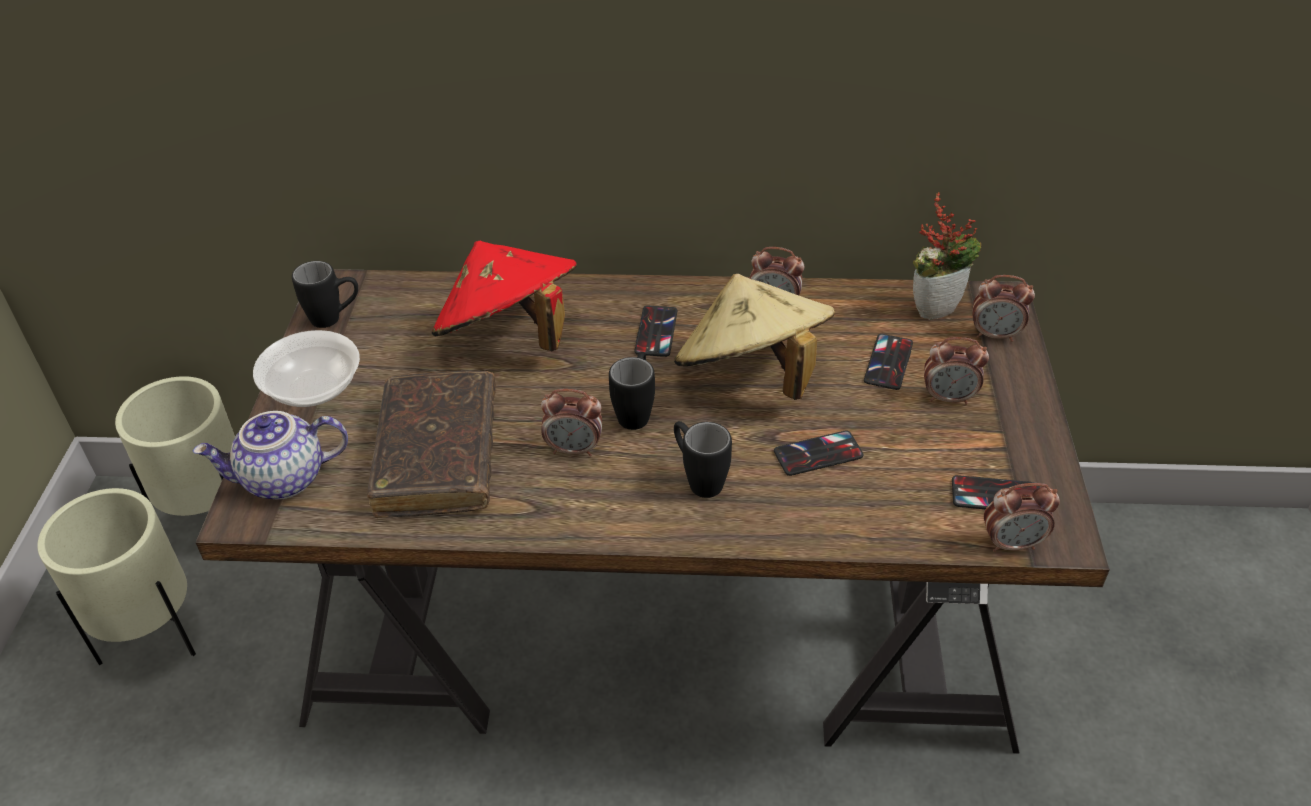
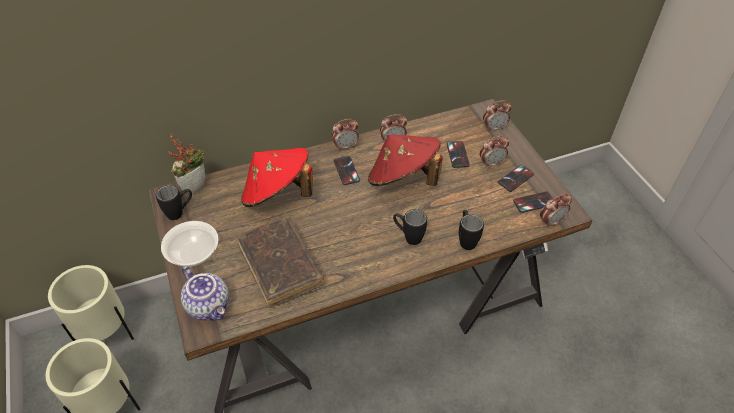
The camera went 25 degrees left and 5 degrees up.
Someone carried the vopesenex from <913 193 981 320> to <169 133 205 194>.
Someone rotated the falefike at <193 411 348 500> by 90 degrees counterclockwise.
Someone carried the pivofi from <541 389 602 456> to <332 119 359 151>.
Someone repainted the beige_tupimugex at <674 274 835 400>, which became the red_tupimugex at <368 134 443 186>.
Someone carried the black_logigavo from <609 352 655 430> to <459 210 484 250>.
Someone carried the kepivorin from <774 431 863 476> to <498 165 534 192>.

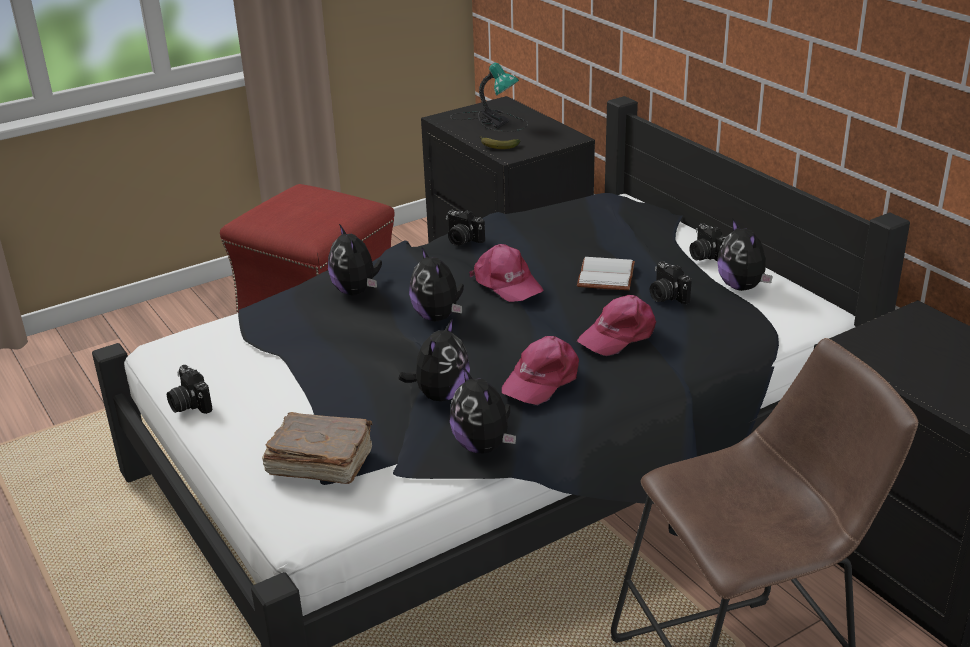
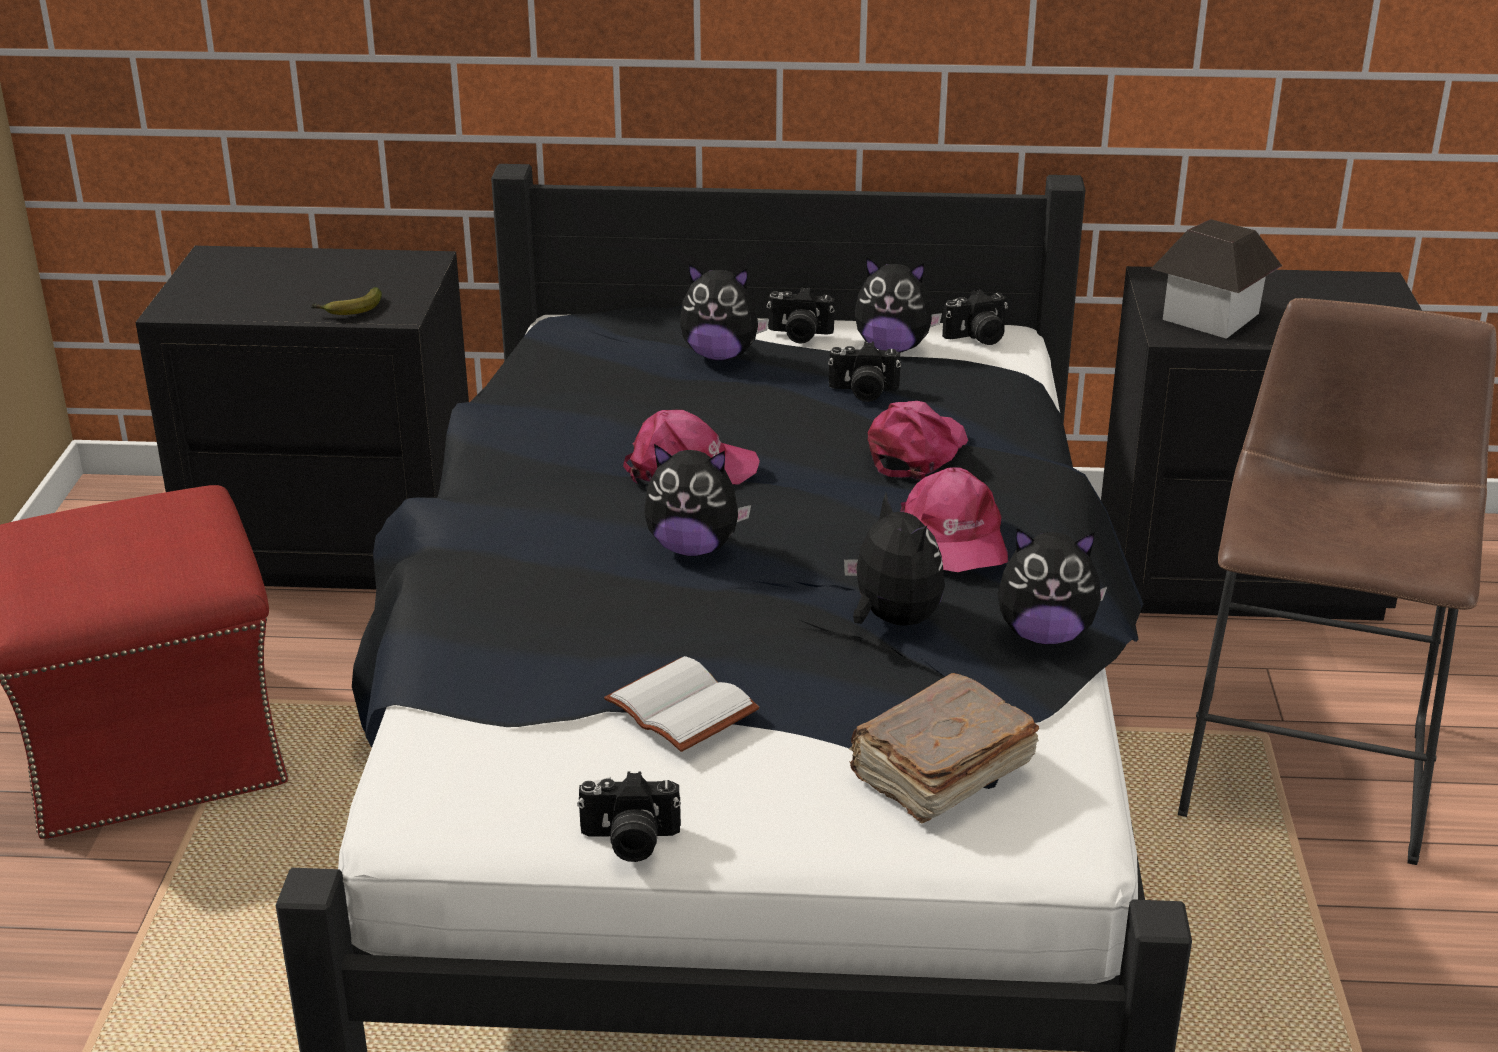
The camera went 55 degrees left and 0 degrees up.
Someone carried the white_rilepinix from <577 257 635 290> to <604 656 759 752>.
Someone carried the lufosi from <328 224 382 296> to <680 264 769 361>.
Someone rotated the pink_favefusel at <577 295 656 356> by 150 degrees counterclockwise.
Someone carried the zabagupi from <446 210 485 246> to <942 289 1008 345>.
Someone put down the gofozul at <1151 219 1282 339>.
Someone took away the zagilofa at <450 63 528 132>.

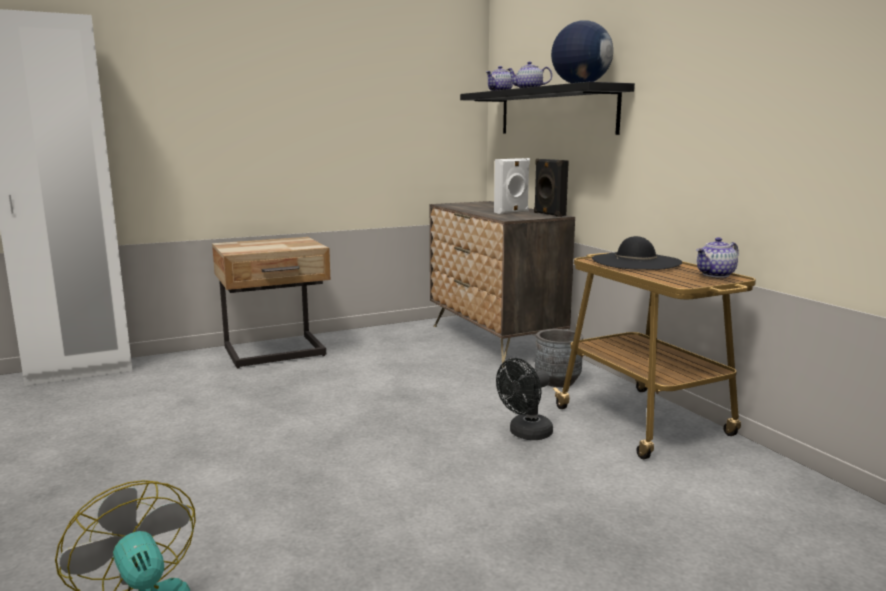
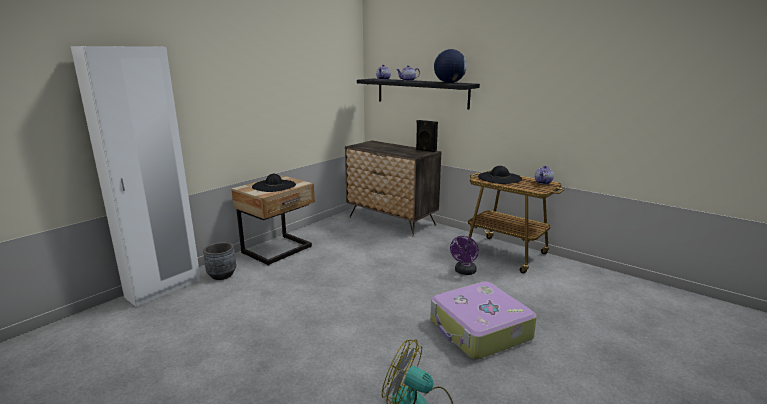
The camera went 25 degrees left and 5 degrees up.
Someone carried the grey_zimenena from <535 329 583 387> to <203 242 236 280>.
Someone put down the black_tupimugex at <252 174 296 192>.
Someone put down the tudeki at <430 281 537 360>.
Someone repainted the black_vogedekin at <496 358 553 440>, which became the purple_vogedekin at <450 236 479 275>.
Someone took away the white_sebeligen at <494 158 530 214>.

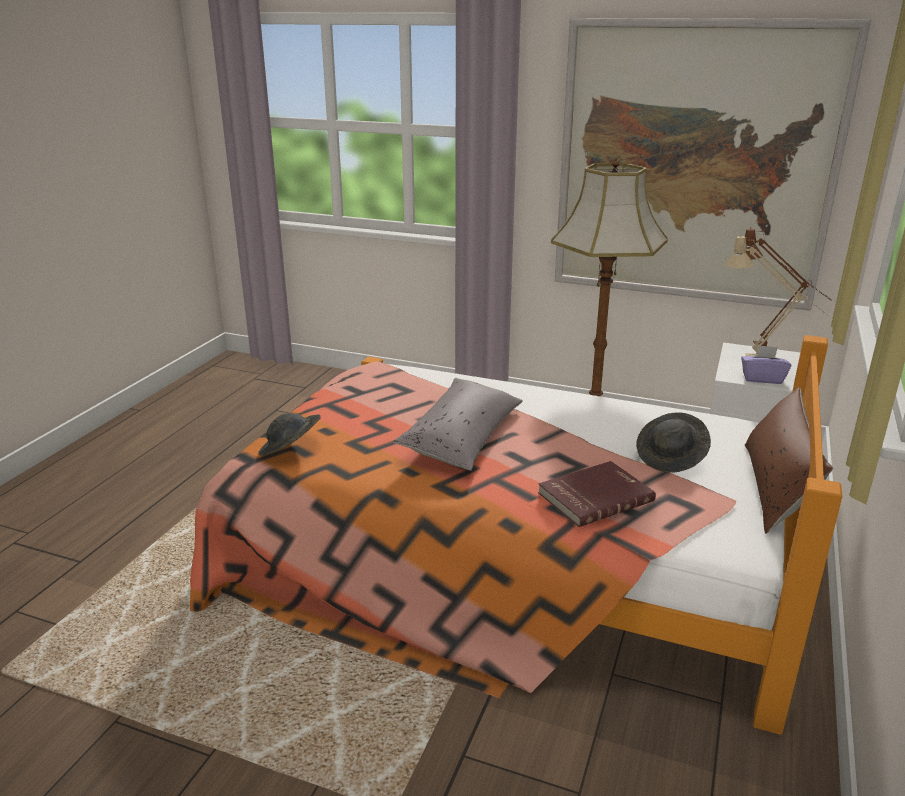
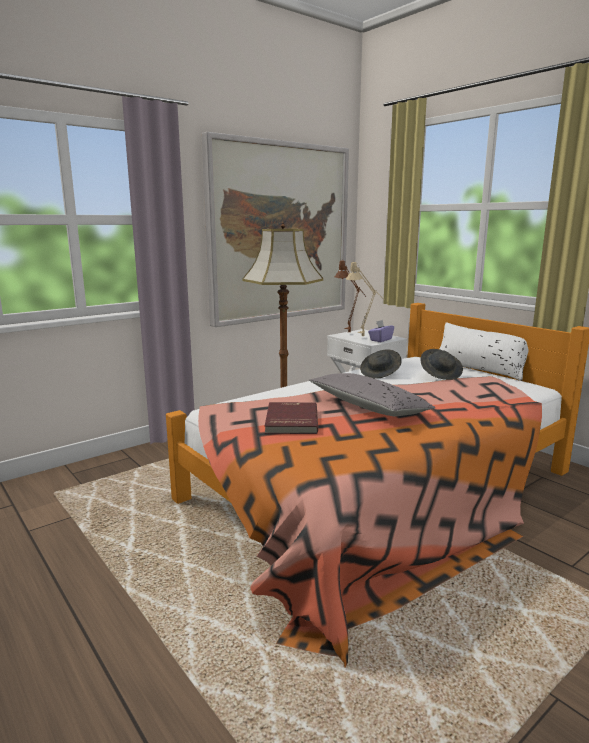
The camera went 60 degrees left and 10 degrees down.
Someone carried the red_rilepinix from <538 461 656 527> to <265 402 318 434>.
Someone carried the grey_tupimugex from <258 413 321 456> to <360 350 402 379>.
Someone repainted the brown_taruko at <745 387 833 534>, which became the white_taruko at <440 322 529 381>.

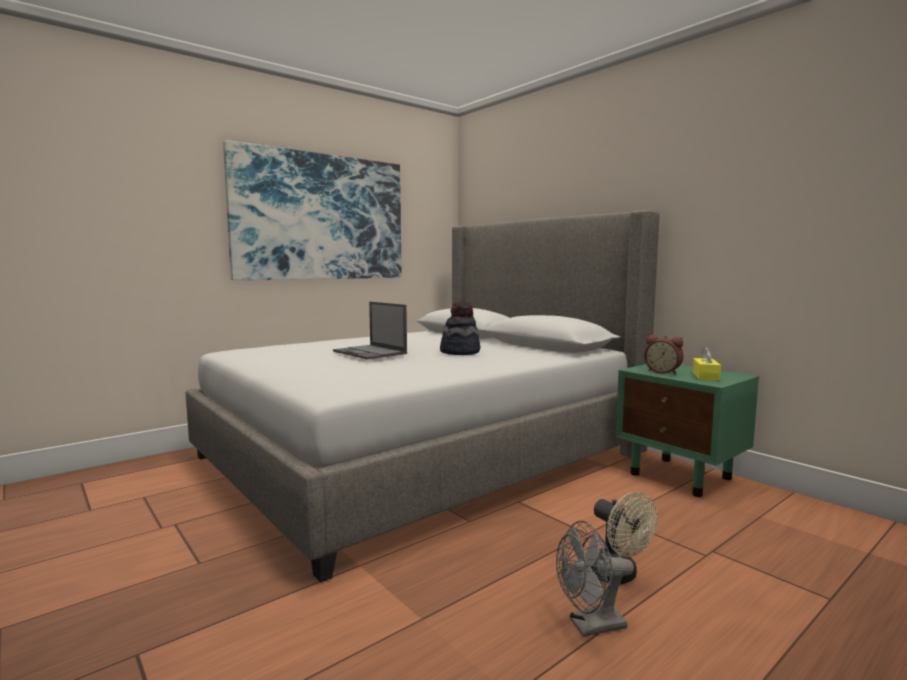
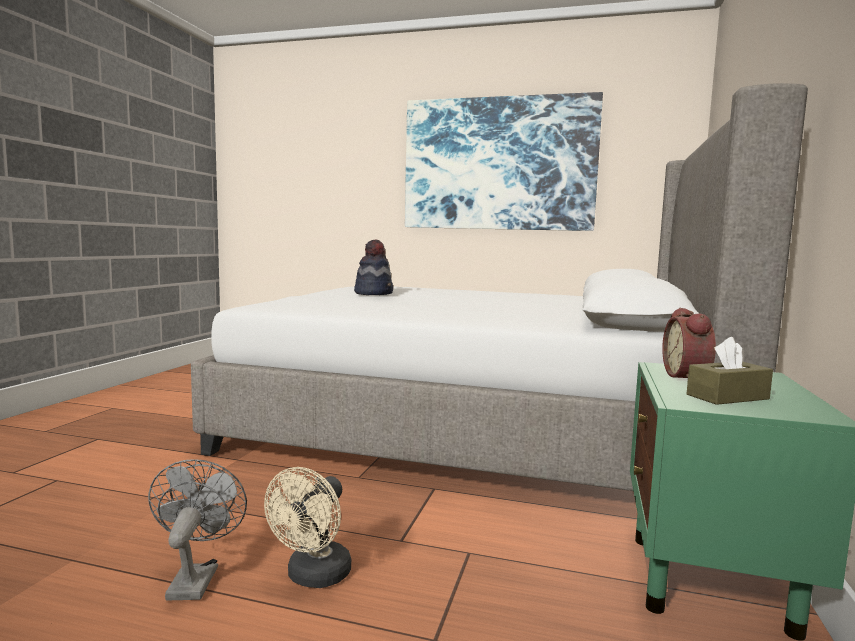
The camera went 55 degrees right and 0 degrees up.
Someone rotated the grey_vogedekin at <556 520 634 637> by 45 degrees clockwise.
Someone carried the tupimugex from <440 300 480 355> to <354 240 393 295>.
Someone repainted the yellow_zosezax at <693 347 721 381>, which became the brown_zosezax at <687 337 773 405>.
Someone took away the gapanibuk at <333 302 407 360>.

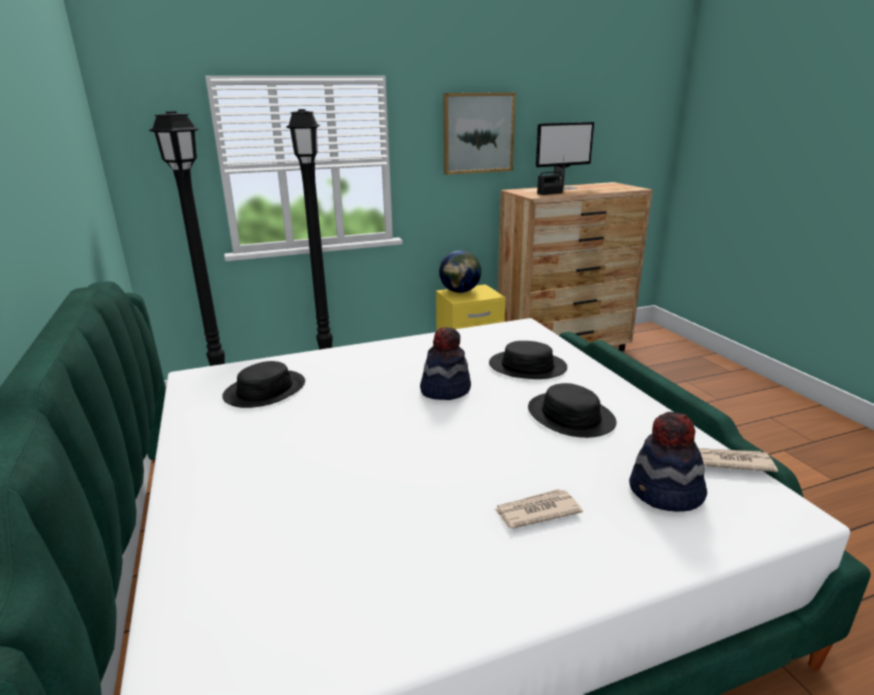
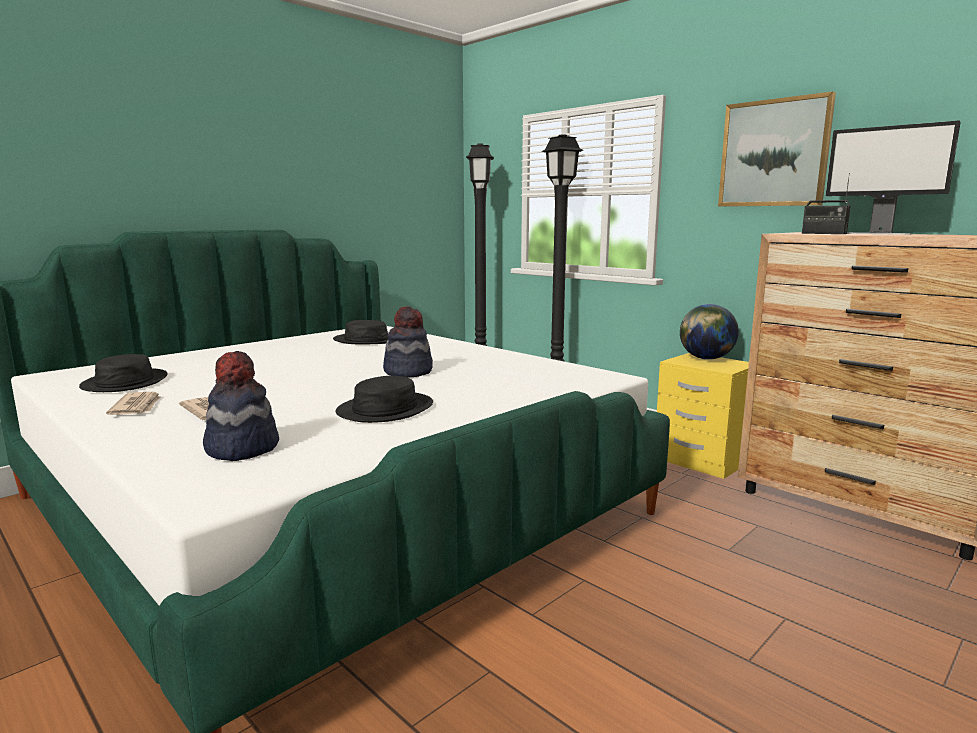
The camera went 65 degrees right and 10 degrees down.
Someone carried the black_tupimugex from <489 341 567 379> to <79 354 168 392>.
Someone carried the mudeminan from <698 448 778 472> to <106 392 160 415>.

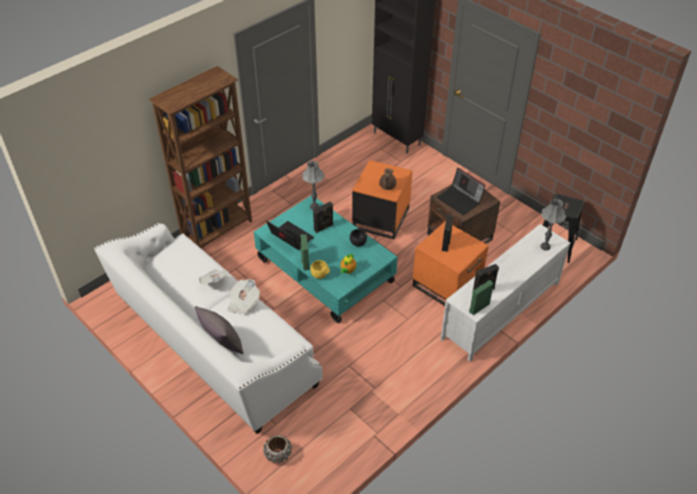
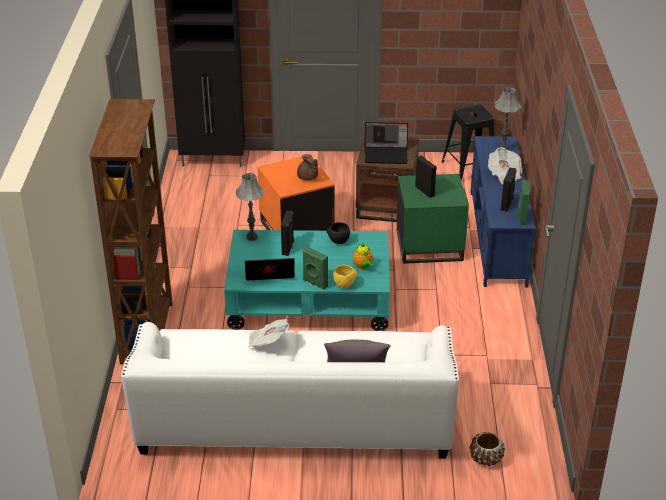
The camera went 45 degrees left and 10 degrees down.
Someone repainted the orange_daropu at <413 221 489 306>, which became the green_daropu at <396 174 469 264>.
Someone repainted the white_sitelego at <440 224 570 362>, which became the blue_sitelego at <470 136 536 288>.
Someone carried the mudeminan from <227 279 260 315> to <488 147 522 184>.

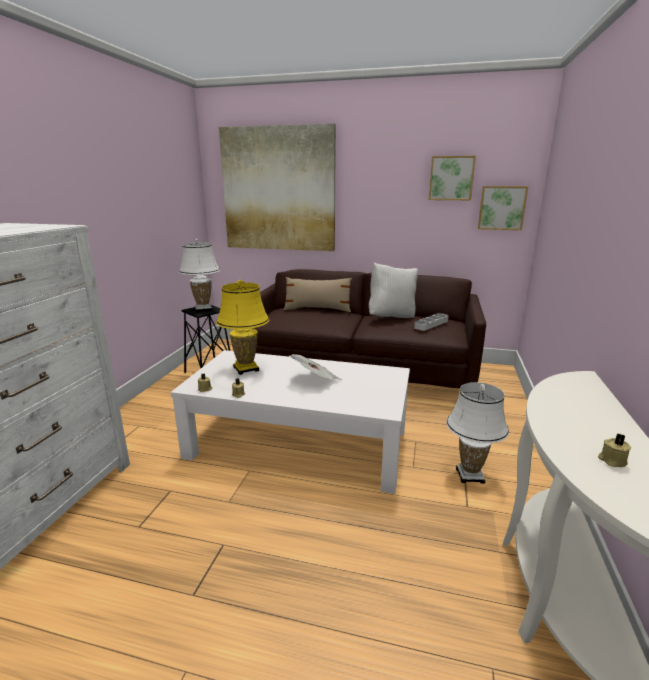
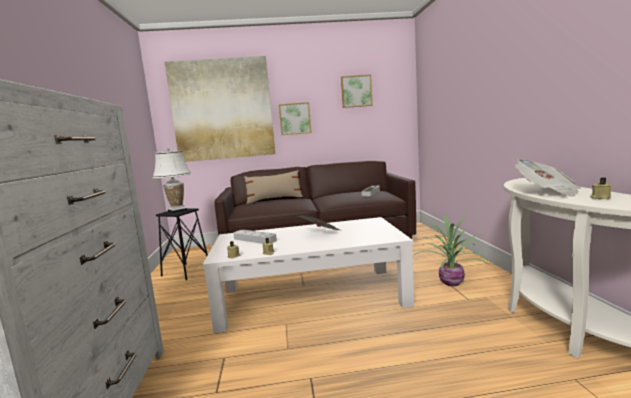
The camera went 20 degrees left and 10 degrees down.
Someone swapped the yellow_zagilofa at <216 280 269 375> for the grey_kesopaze at <233 230 277 244>.
Someone carried the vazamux from <478 186 528 230> to <279 102 311 135>.
Someone swapped the white_zagilofa at <446 382 509 484> for the vopesenex at <415 215 488 286>.
Someone put down the mudeminan at <515 159 581 197>.
Someone took away the white_taruko at <369 262 418 318>.

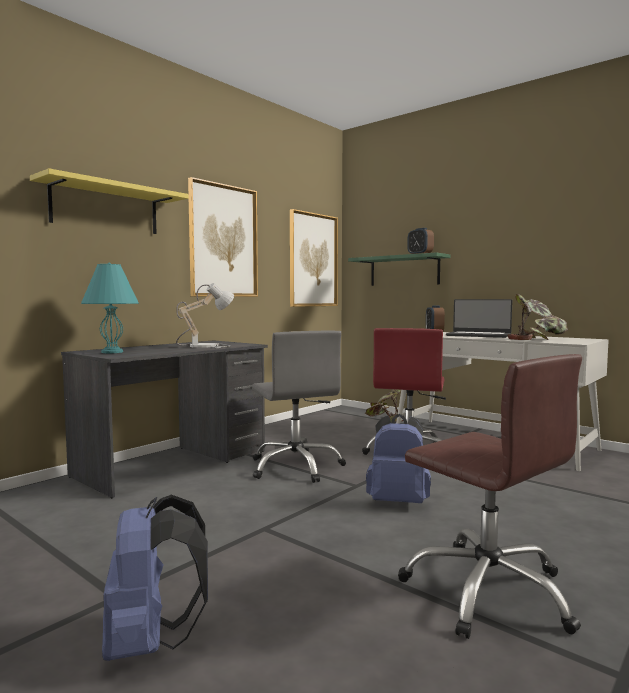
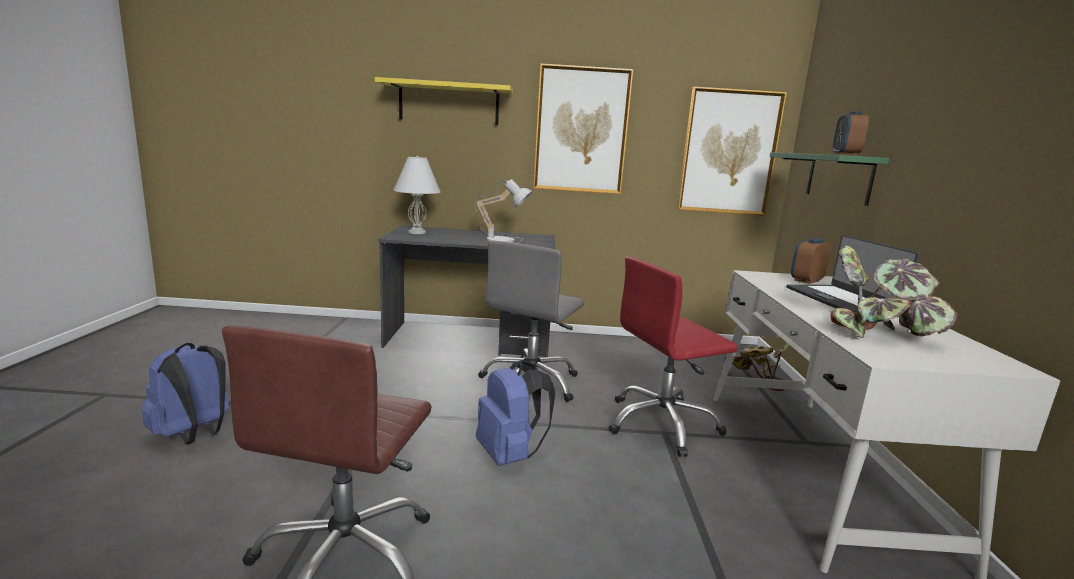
The camera went 50 degrees right and 10 degrees up.
Someone repainted the turquoise_zagilofa at <81 263 139 353>, which became the white_zagilofa at <393 156 441 234>.

